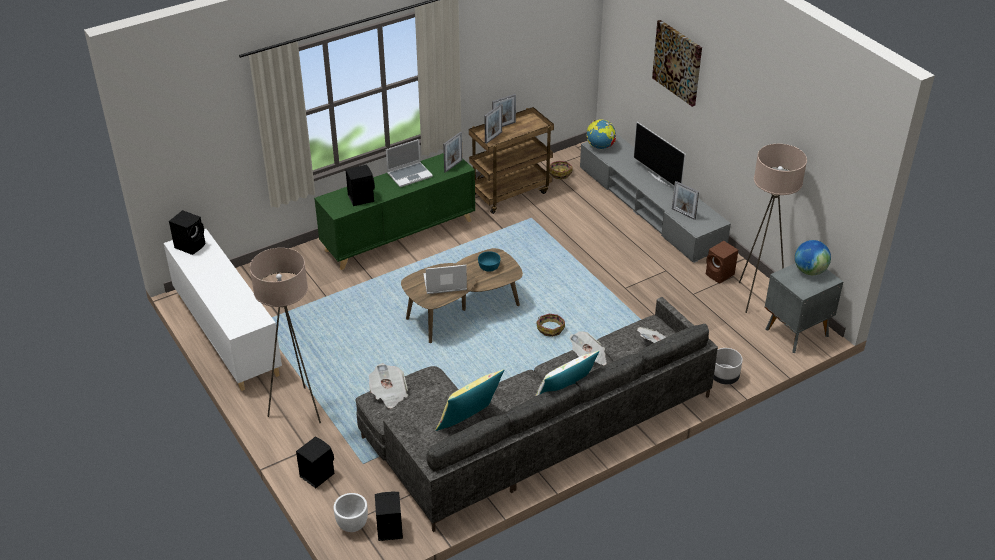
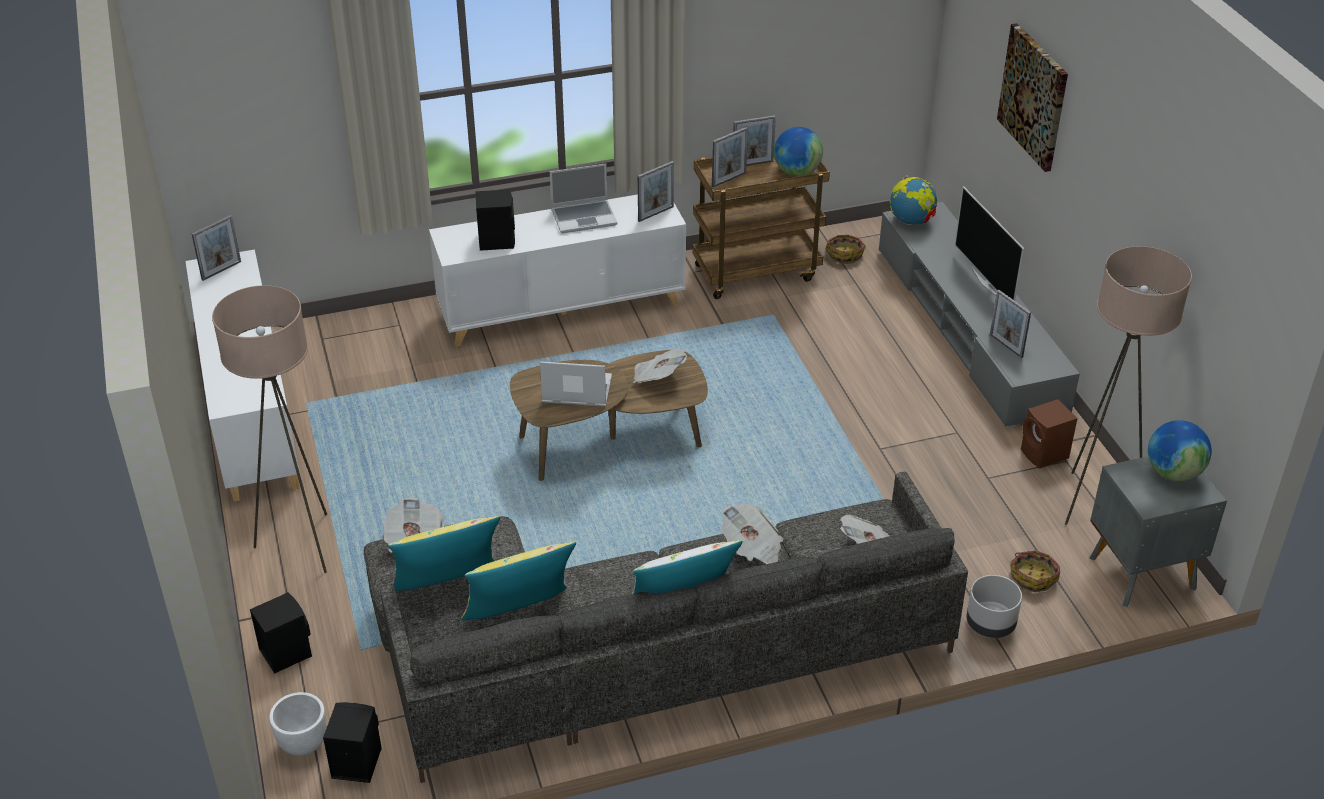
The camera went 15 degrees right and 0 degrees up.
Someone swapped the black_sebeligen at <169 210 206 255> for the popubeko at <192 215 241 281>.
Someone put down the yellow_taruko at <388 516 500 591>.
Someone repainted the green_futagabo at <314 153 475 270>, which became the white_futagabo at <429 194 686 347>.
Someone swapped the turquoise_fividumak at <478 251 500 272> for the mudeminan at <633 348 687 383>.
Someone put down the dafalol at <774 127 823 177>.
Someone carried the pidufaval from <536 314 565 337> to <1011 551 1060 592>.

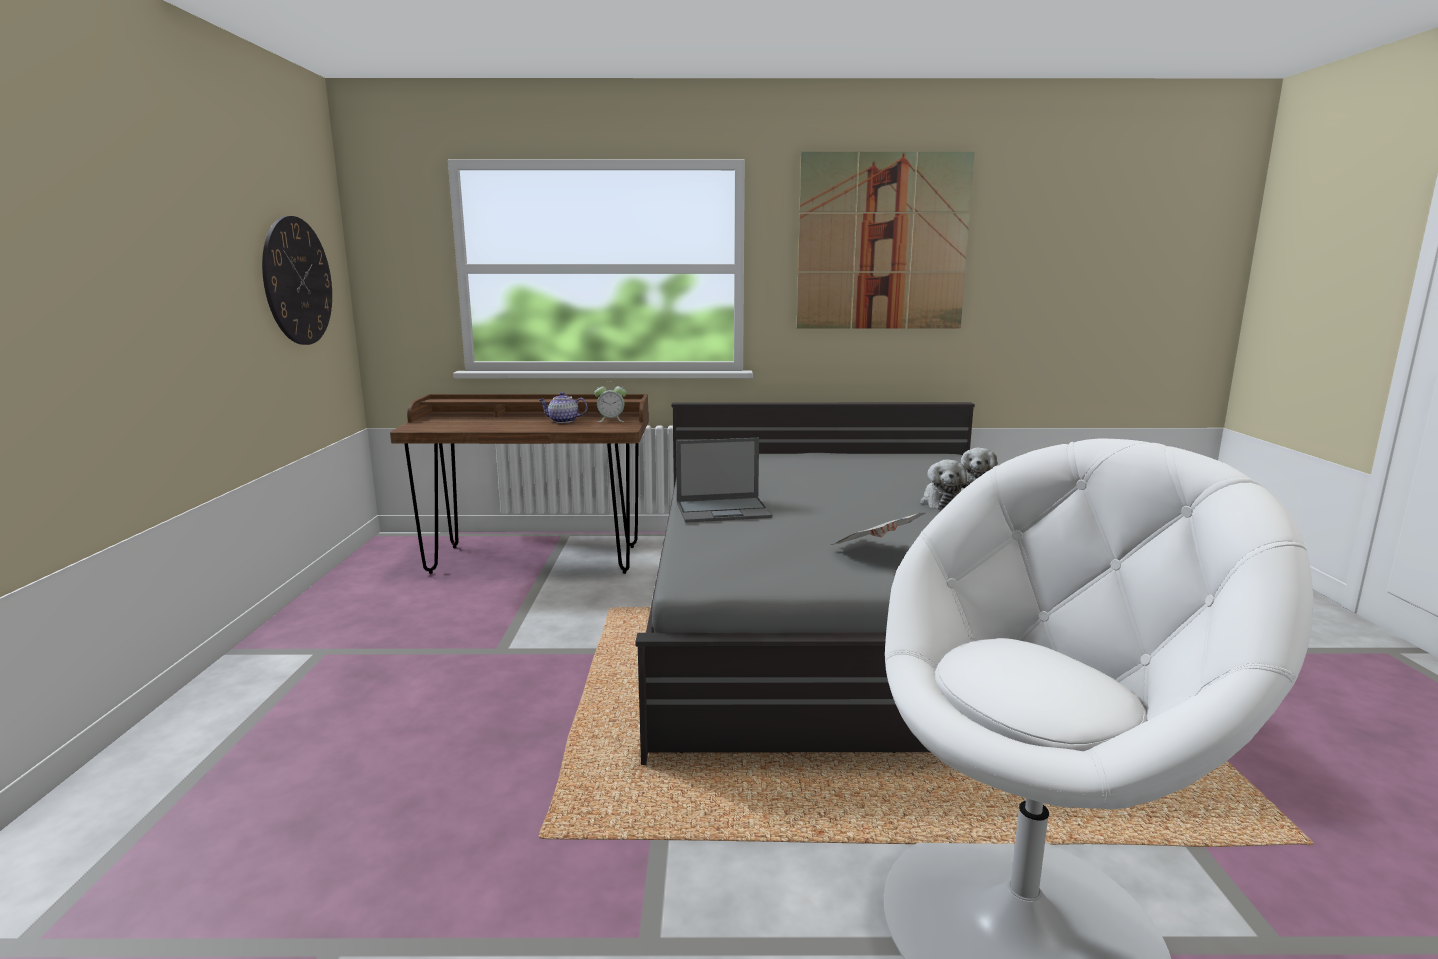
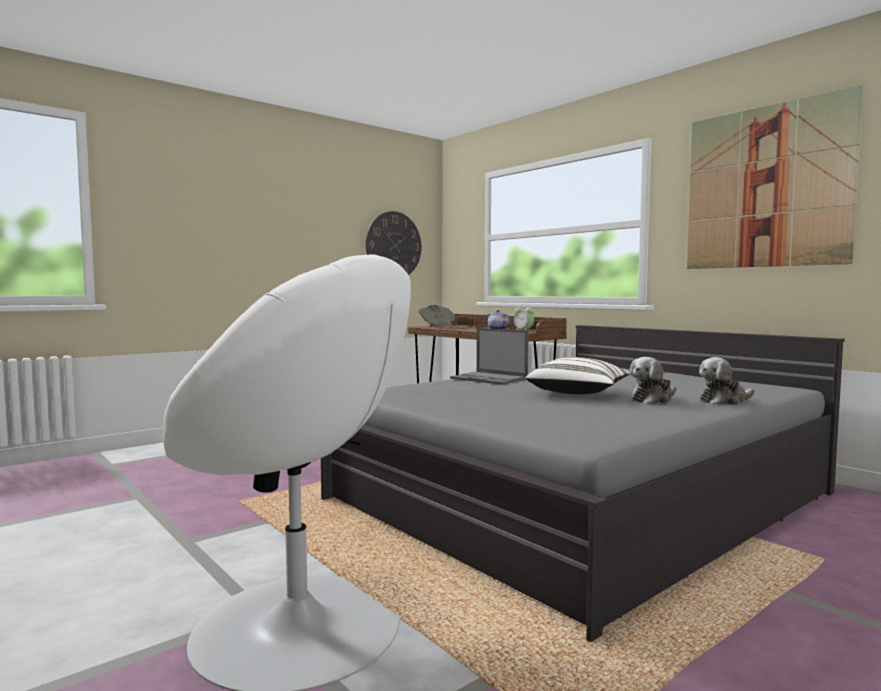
The camera went 50 degrees right and 10 degrees down.
Someone carried the mudeminan from <831 513 926 545> to <418 305 456 326>.
Someone put down the white_taruko at <526 357 630 394>.

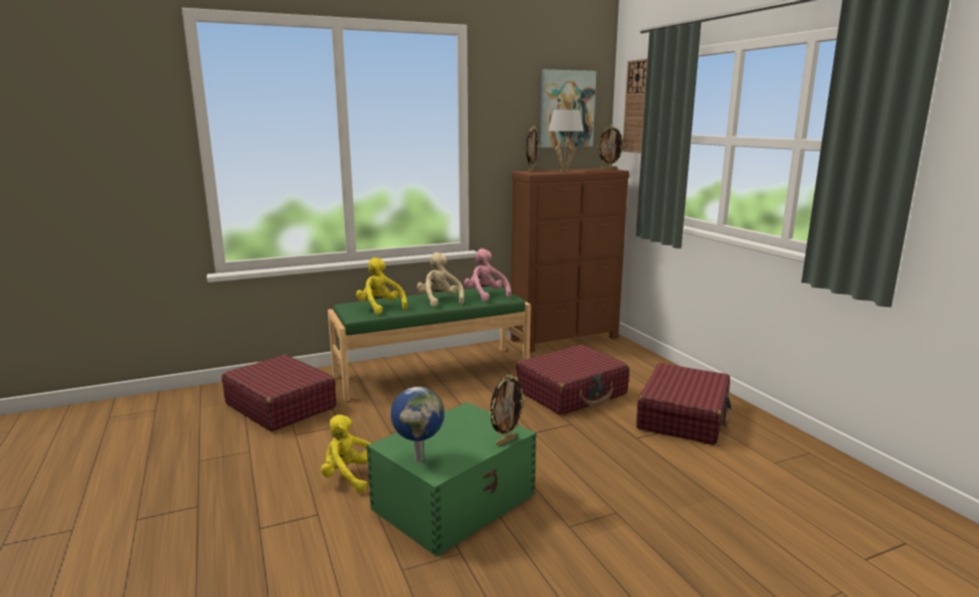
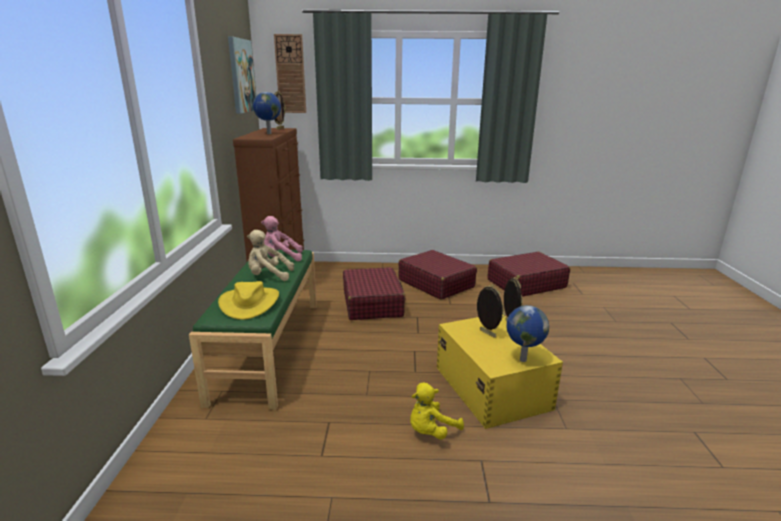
The camera went 65 degrees left and 5 degrees up.
Someone swapped the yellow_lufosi at <356 258 408 314> for the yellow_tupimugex at <218 281 279 320>.
Someone swapped the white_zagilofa at <548 110 584 172> for the dafalol at <253 92 281 134>.
Someone repainted the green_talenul at <367 402 536 557>, which became the yellow_talenul at <437 314 563 429>.
Someone carried the popubeko from <526 126 539 172> to <477 284 505 338>.
Someone carried the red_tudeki from <222 355 336 431> to <488 252 570 297>.

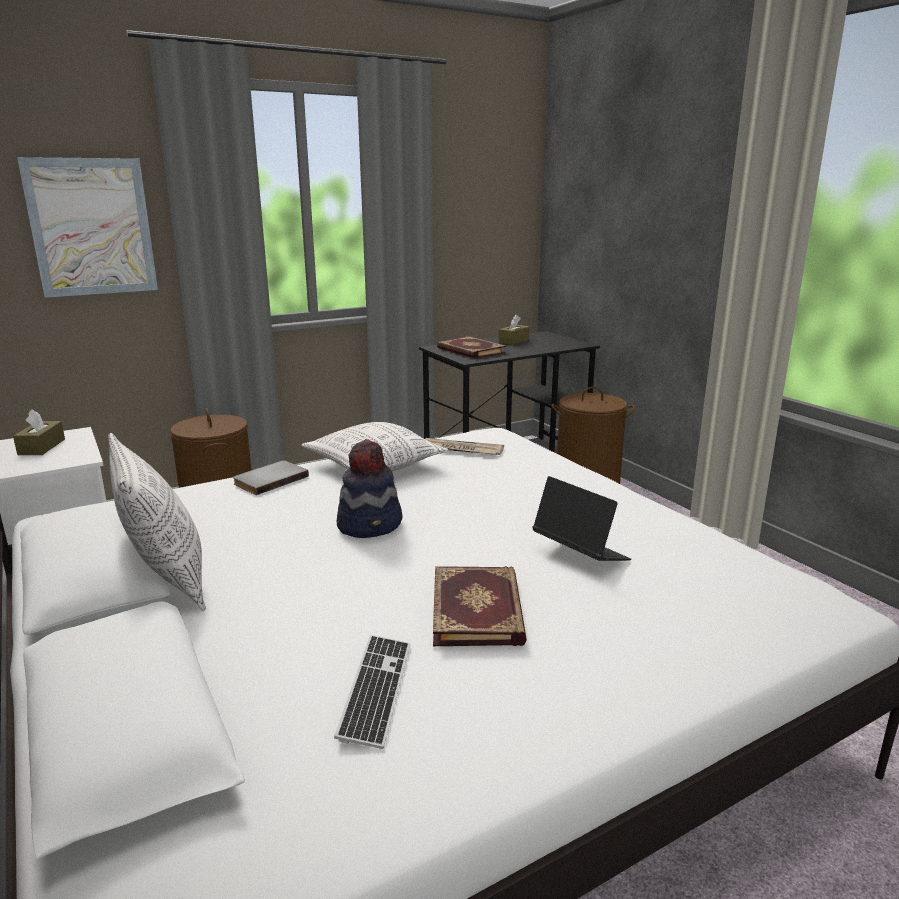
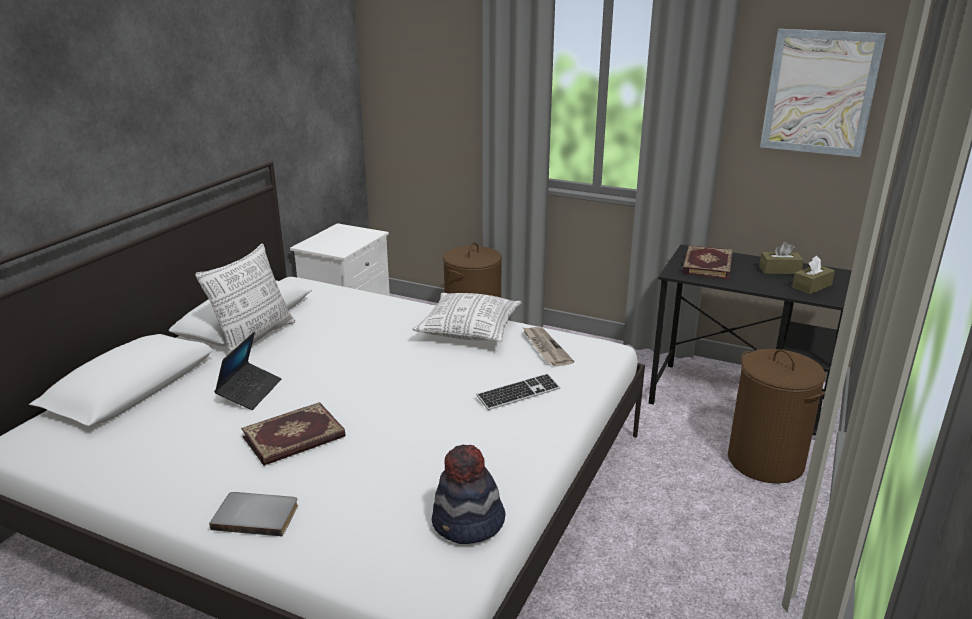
The camera went 55 degrees right and 5 degrees up.
Someone carried the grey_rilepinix from <233 460 309 495> to <209 492 298 536>.
Someone carried the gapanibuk from <532 476 631 561> to <214 332 282 410>.
Someone carried the tupimugex from <337 439 403 538> to <432 445 506 544>.
Someone carried the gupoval from <334 635 410 749> to <476 373 560 410>.
Someone carried the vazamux from <17 157 158 298> to <760 29 886 157>.
Someone carried the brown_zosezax from <13 409 65 455> to <792 256 835 294>.

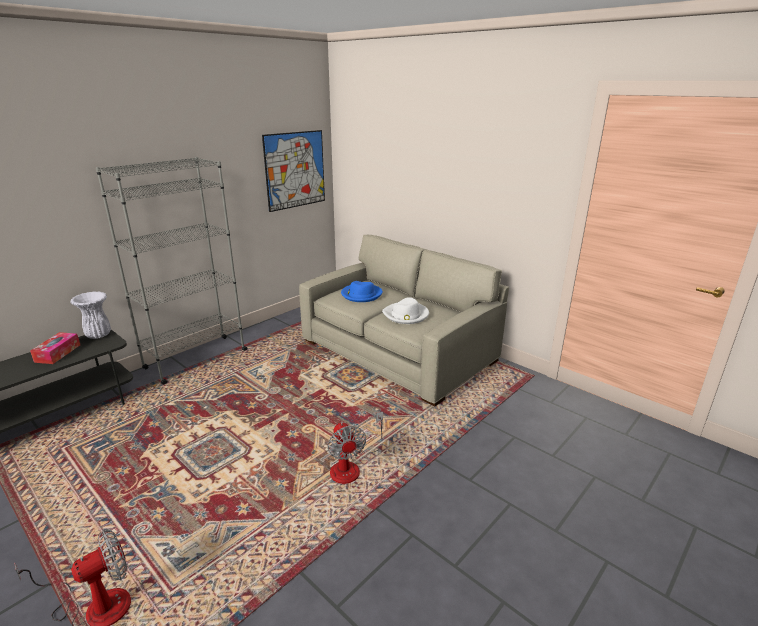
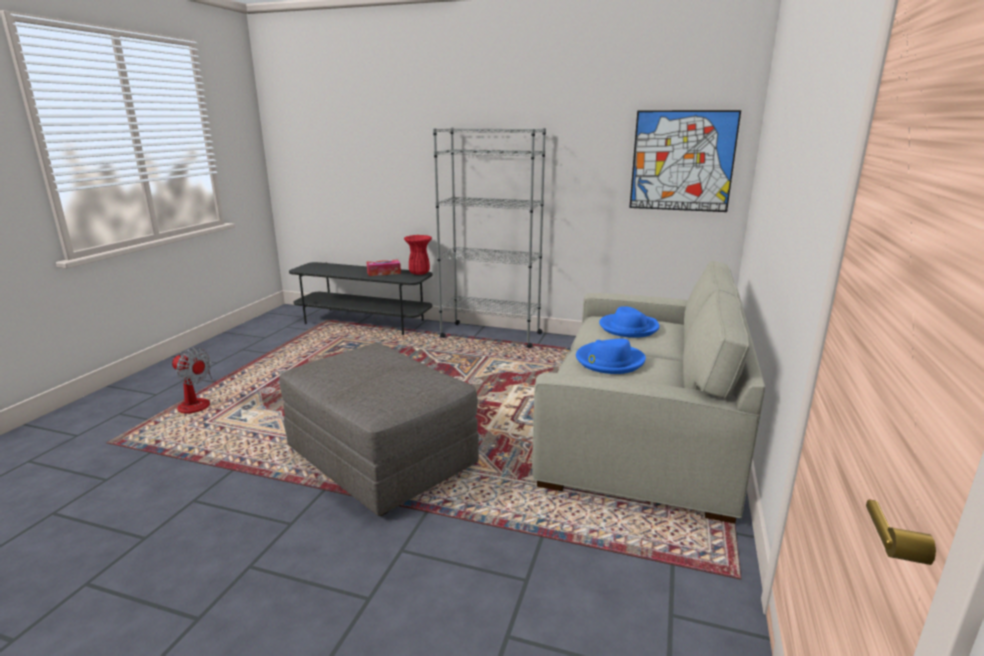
The camera went 65 degrees right and 5 degrees down.
Someone swapped the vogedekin at <328 412 383 484> for the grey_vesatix at <279 343 479 516>.
Someone repainted the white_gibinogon at <70 291 111 339>, which became the red_gibinogon at <404 235 432 275>.
Someone repainted the white_tupimugex at <382 297 429 324>, which became the blue_tupimugex at <576 338 646 374>.

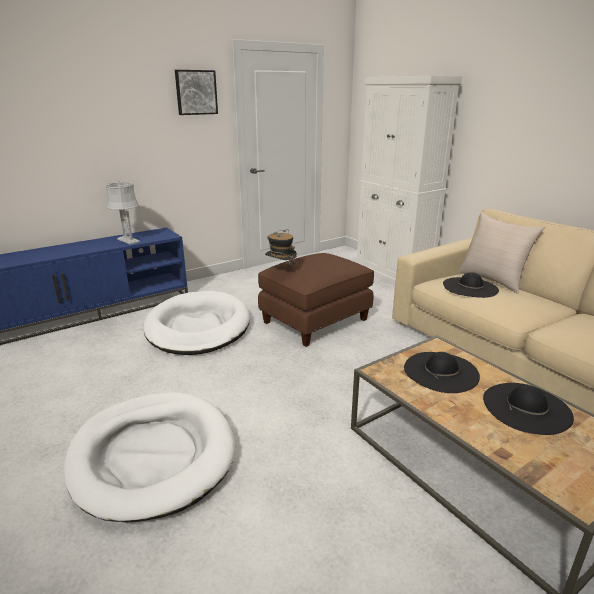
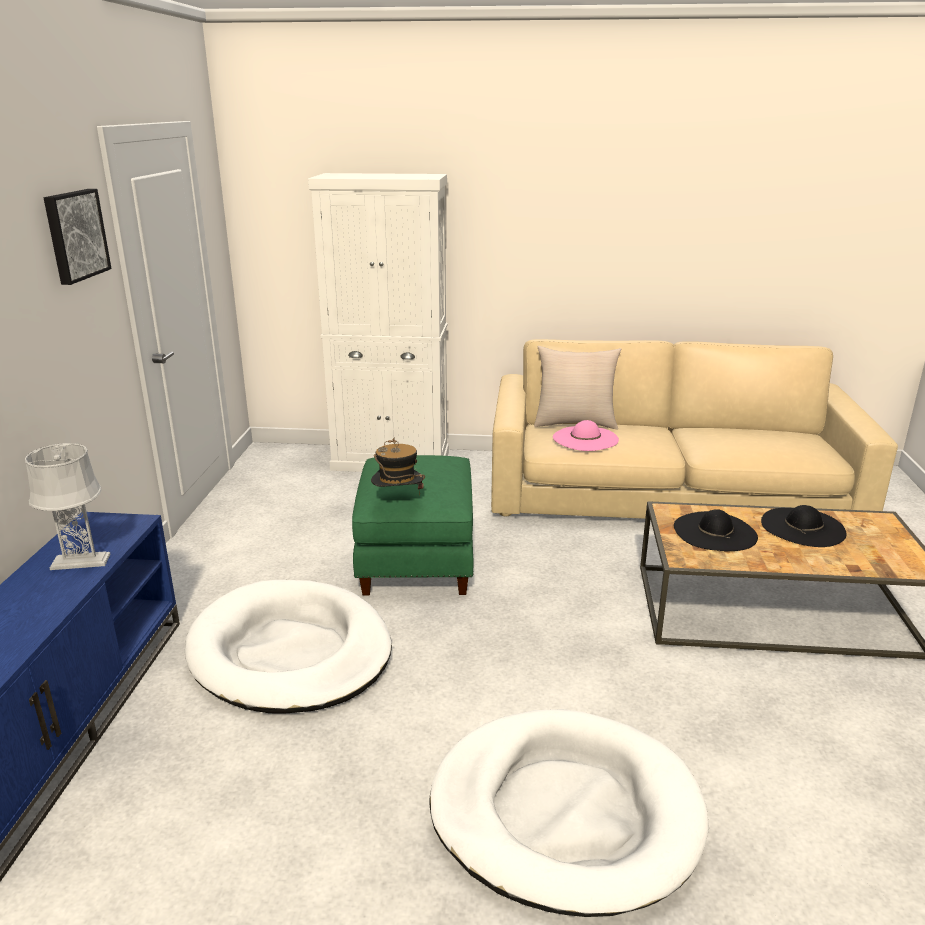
The camera went 50 degrees left and 0 degrees up.
Someone repainted the brown_vesatix at <258 253 374 347>, which became the green_vesatix at <352 455 473 596>.
Someone repainted the black_tupimugex at <443 272 499 298>, which became the pink_tupimugex at <553 420 619 451>.

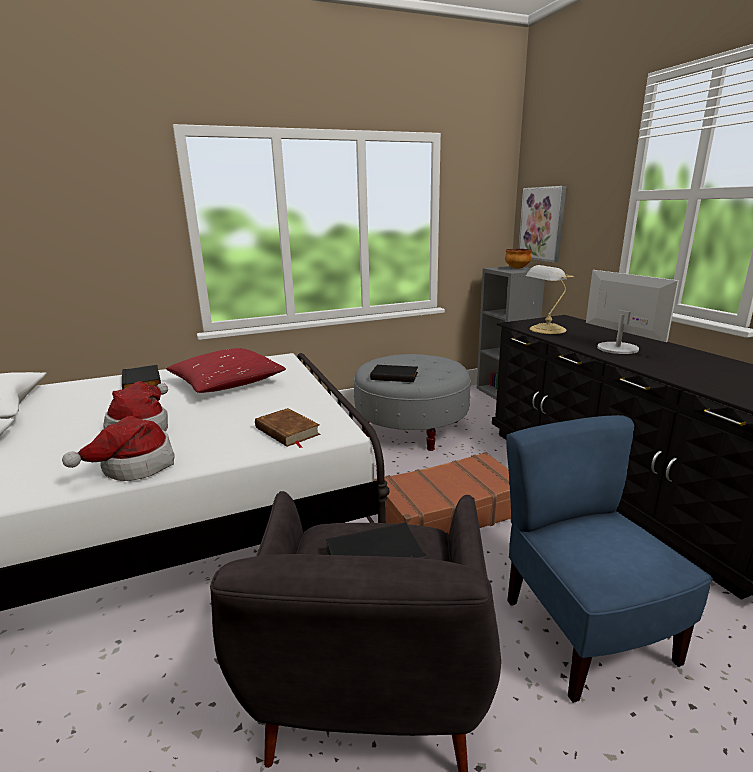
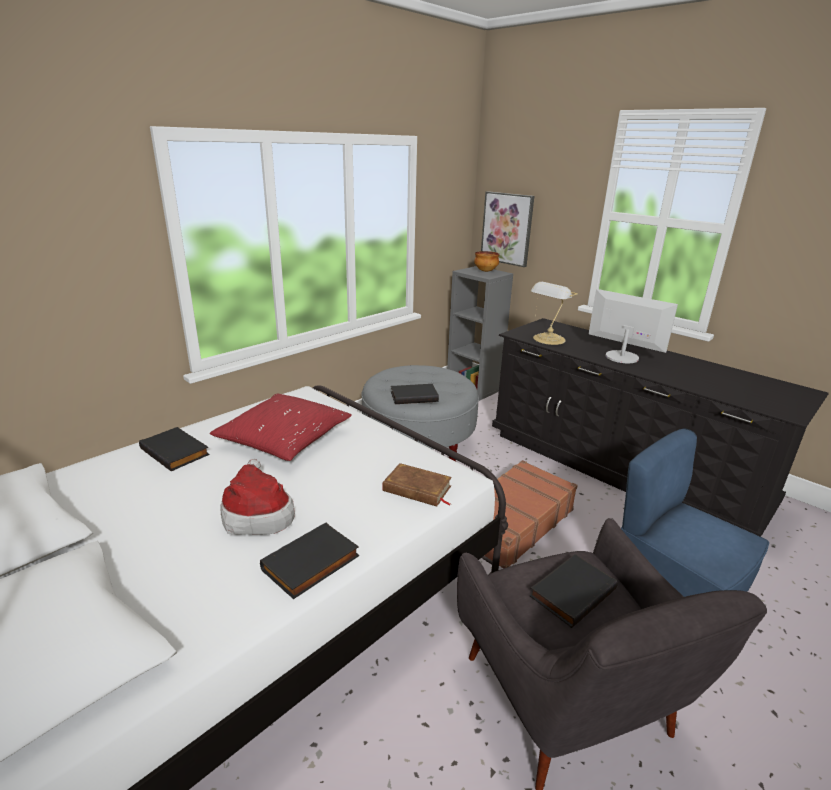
The camera went 25 degrees left and 5 degrees up.
Someone swapped the tupimugex at <62 416 175 481> for the black_rilepinix at <260 523 359 599>.

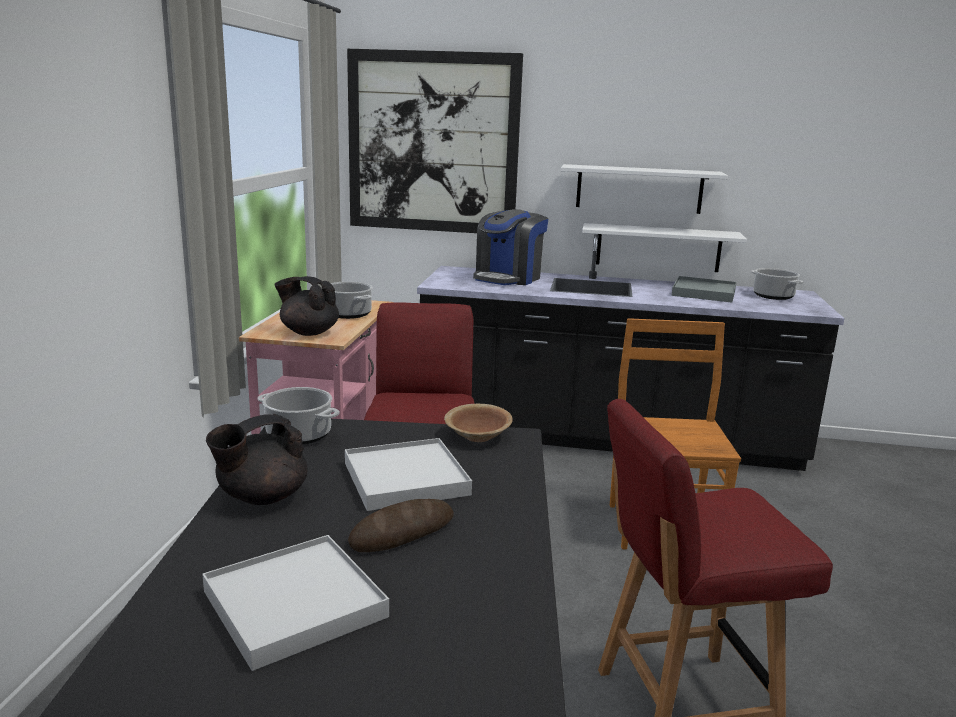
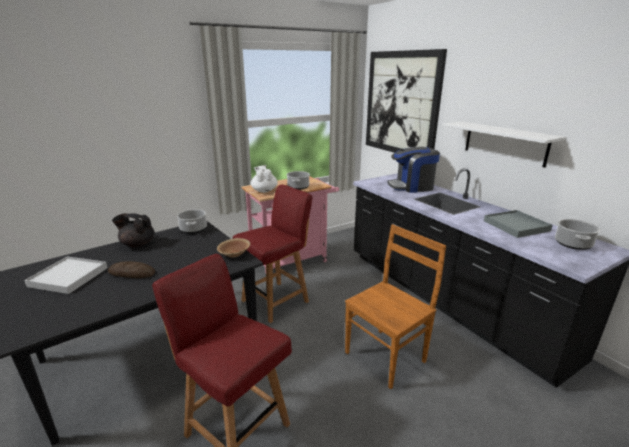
The camera went 50 degrees right and 5 degrees up.
Someone repainted the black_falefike at <274 276 339 336>, which became the white_falefike at <251 165 278 193>.
Someone took away the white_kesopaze at <345 438 472 511>.
Someone took away the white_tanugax at <582 223 747 272>.

